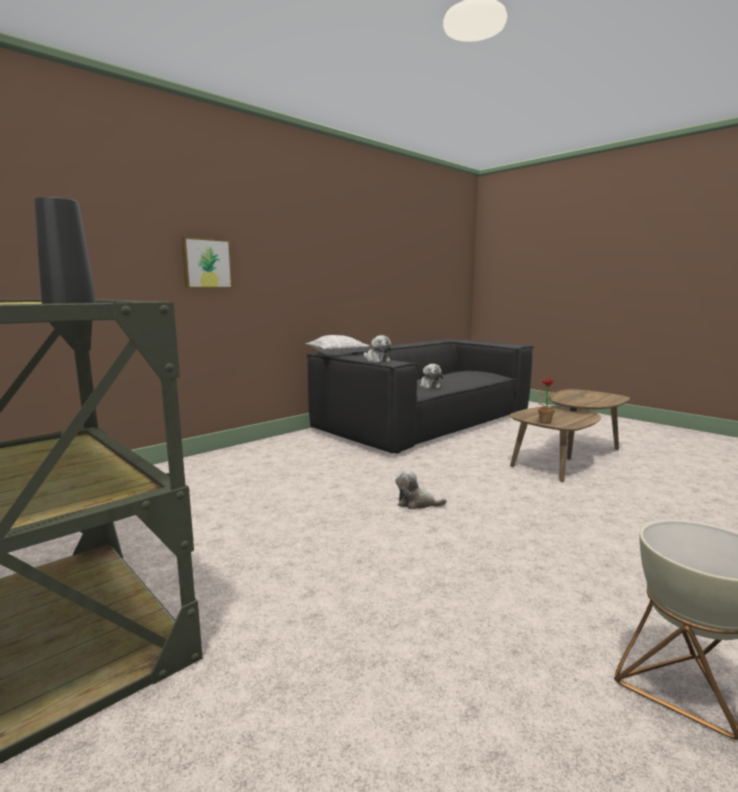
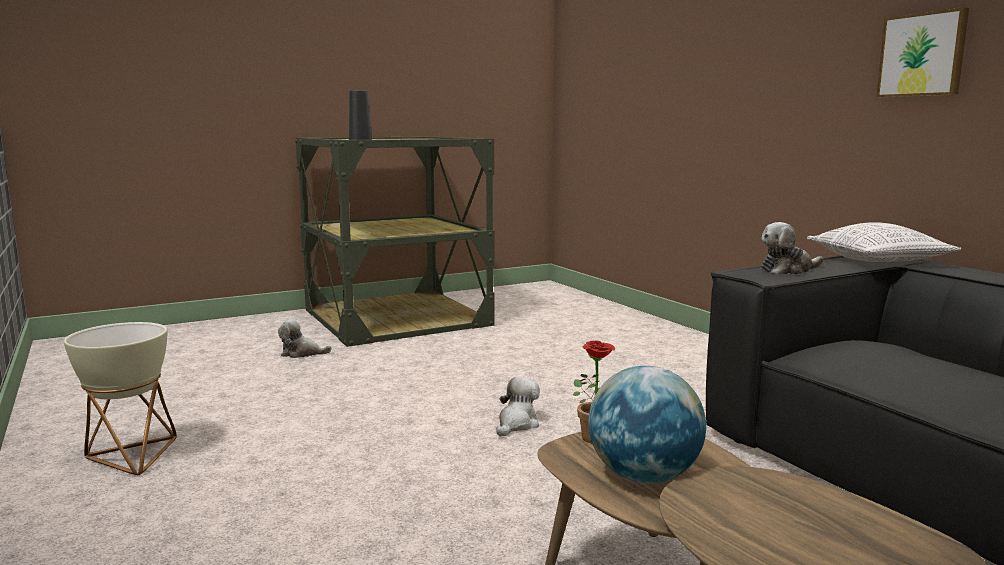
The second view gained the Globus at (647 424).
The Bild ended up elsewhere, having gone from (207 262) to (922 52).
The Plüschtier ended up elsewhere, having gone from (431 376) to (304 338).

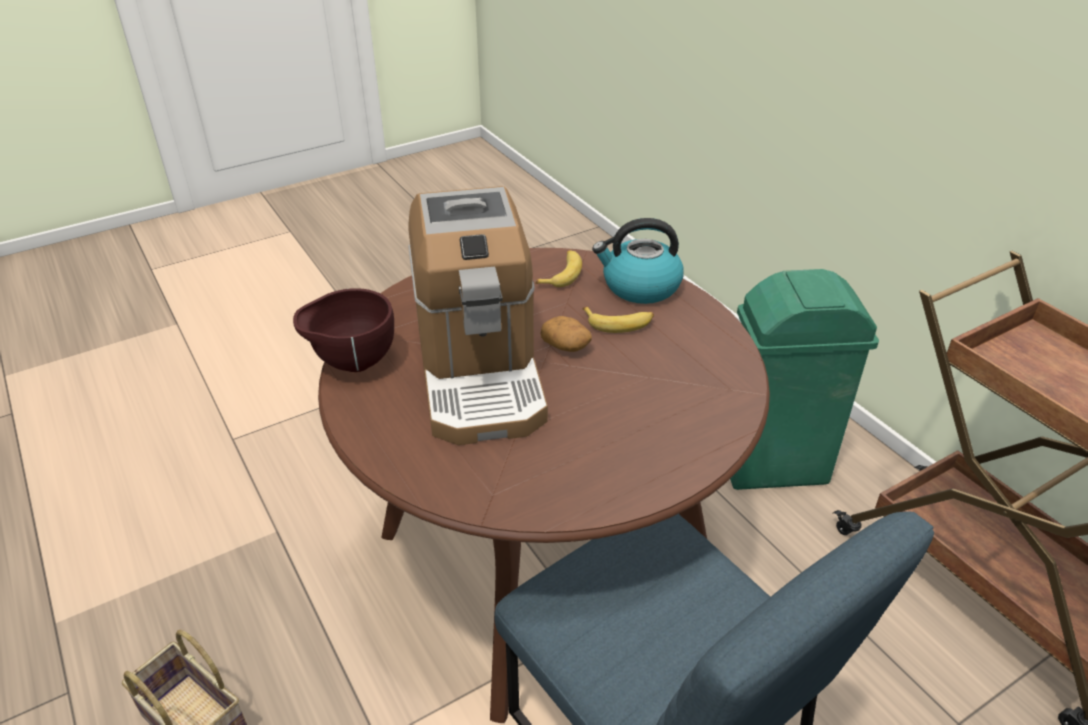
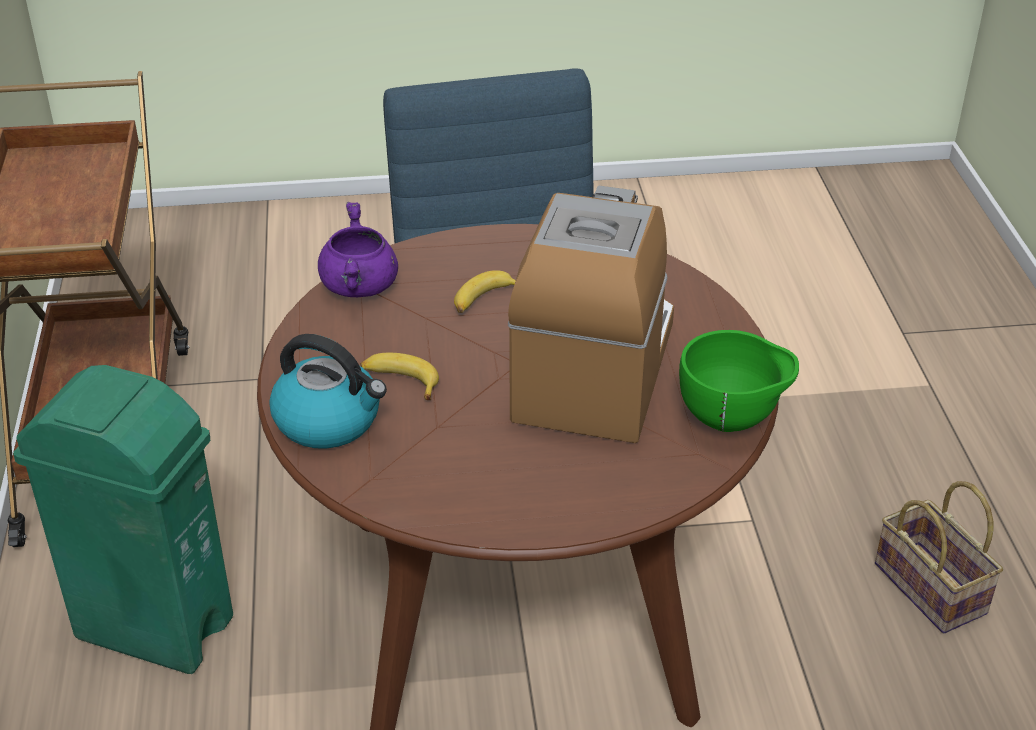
The second view lost the Kartoffel at (566 334).
The second view gained the Kochtopf [lila] at (358 249).
The Banane ended up elsewhere, having gone from (558 268) to (485 291).
What was the Schüssel [braun] at (343 330) turned into the Schüssel [grün] at (739 381).

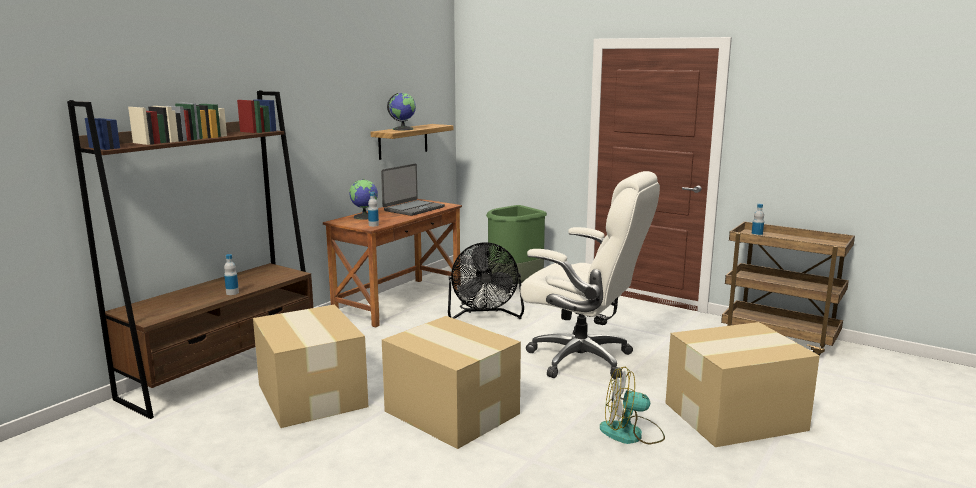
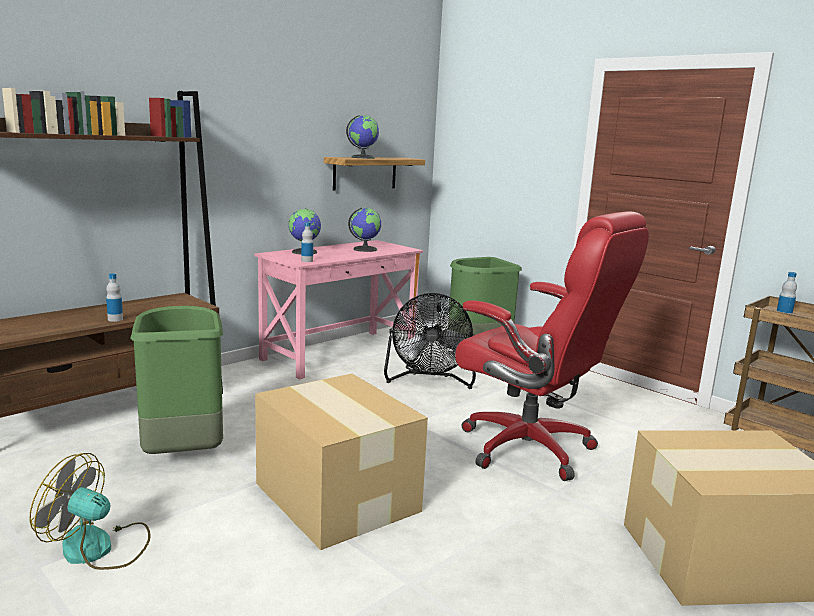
The Ventilator ended up elsewhere, having gone from (632 405) to (90 511).
Where the Karton stood at (310 366), the Mülleimer [grün] came to stand at (176 380).
Where the Laptop stood at (413 190), the Globus came to stand at (364 230).
What was the Schreibtisch [braun] at (392 263) turned into the Schreibtisch [rosa] at (339 309).
What was the Bürostuhl [weiß] at (590 275) turned into the Bürostuhl [rot] at (552 346).

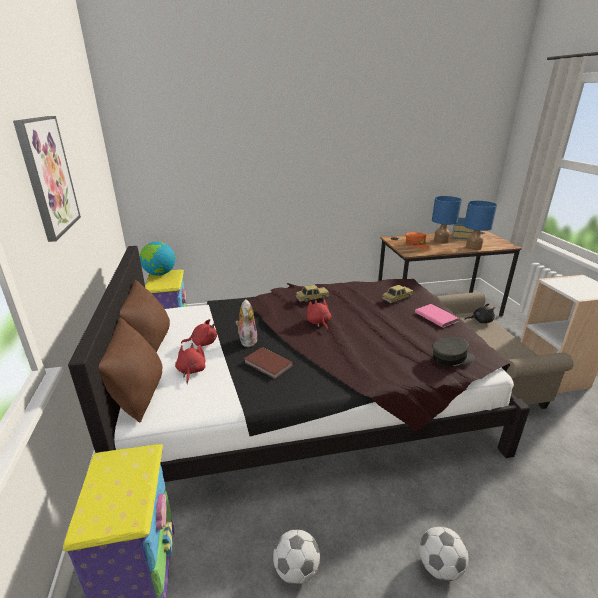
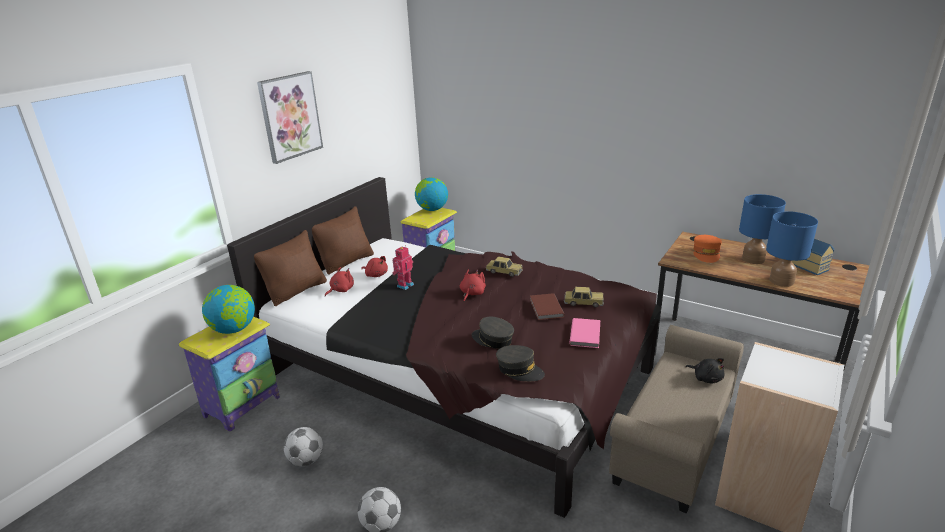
The second view gained the Globus at (228 309).
The second view gained the Kappe [grau] at (493 333).
The Buch [braun] ended up elsewhere, having gone from (268 363) to (547 306).
Where the Plüschtier stood at (247 323), the Spielzeugroboter came to stand at (403 268).

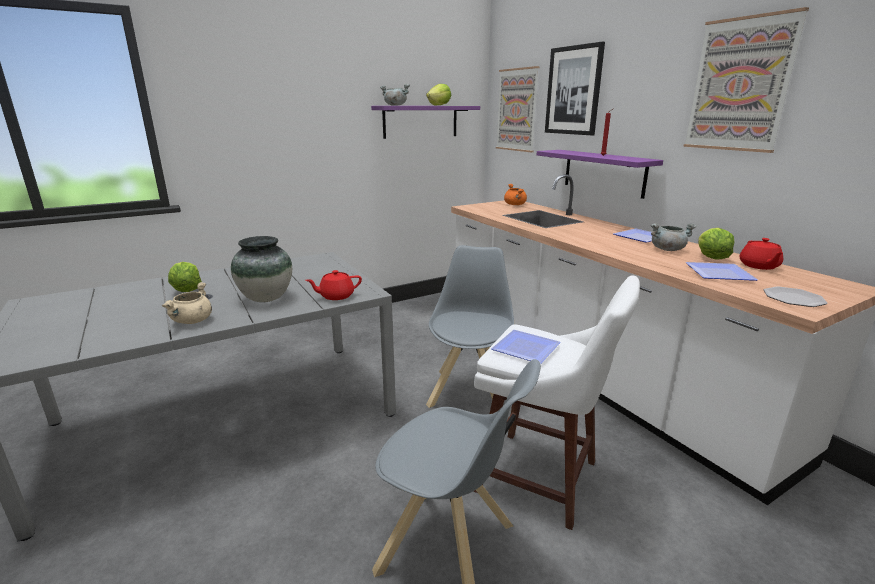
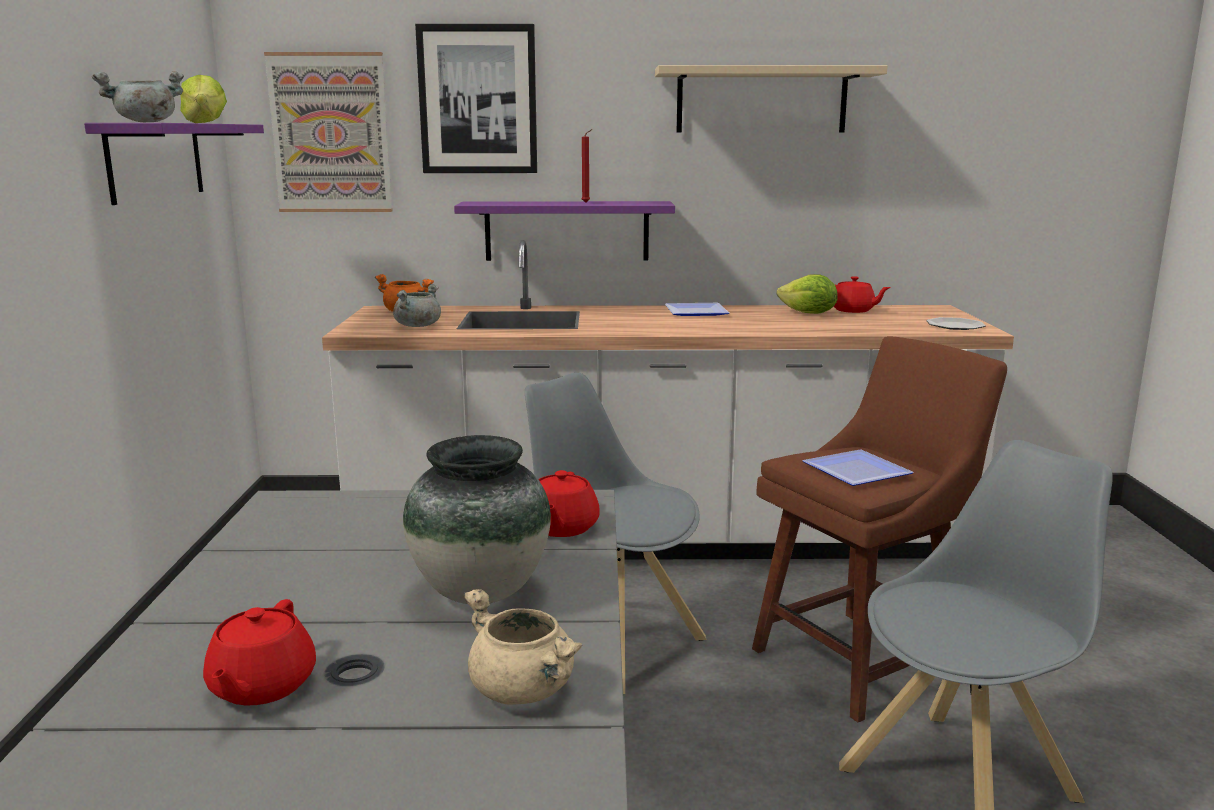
The second view lost the Teller at (722 271).
The Kochtopf [grau] ended up elsewhere, having gone from (674 237) to (417 305).
Where the Salatkopf stood at (185 277), the Teekanne [rot] came to stand at (259 652).
Where the Bild hung at (746 80), the Wandregal [beige] came to hang at (771 99).
What was the Hocker [weiß] at (557 402) turned into the Hocker [braun] at (879 529).

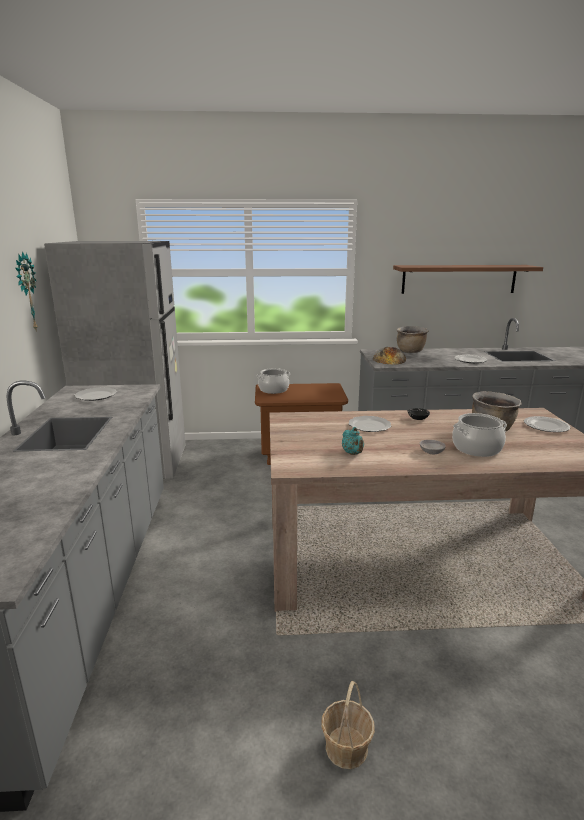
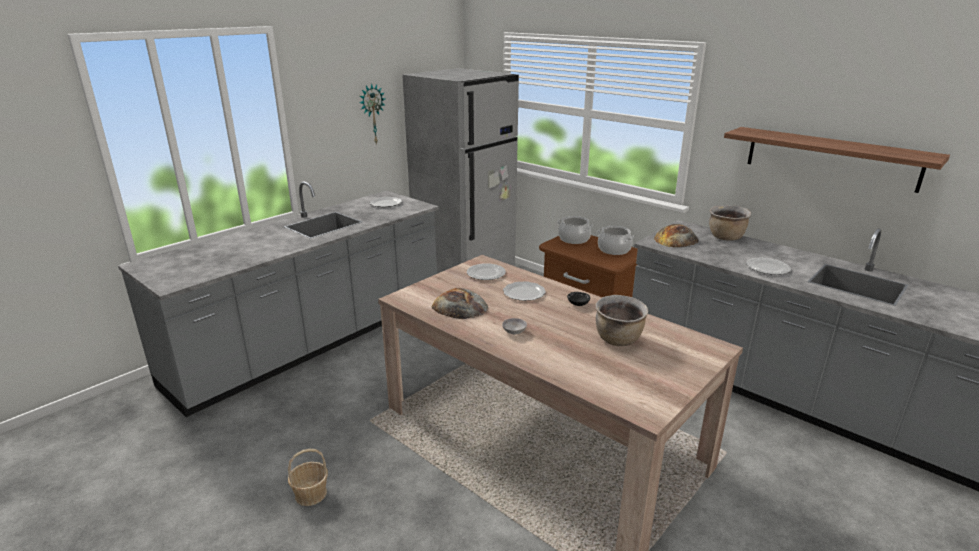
The Kochtopf ended up elsewhere, having gone from (479 435) to (616 240).
The Teller ended up elsewhere, having gone from (547 424) to (486 271).
Where the Teekanne [türkis] stood at (353 441), the Brot came to stand at (459 303).

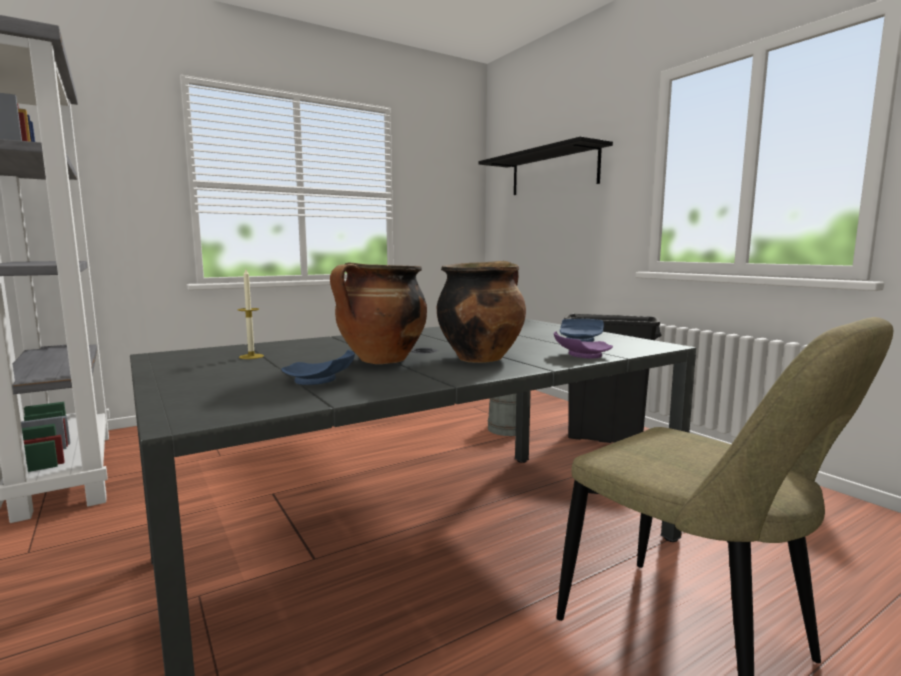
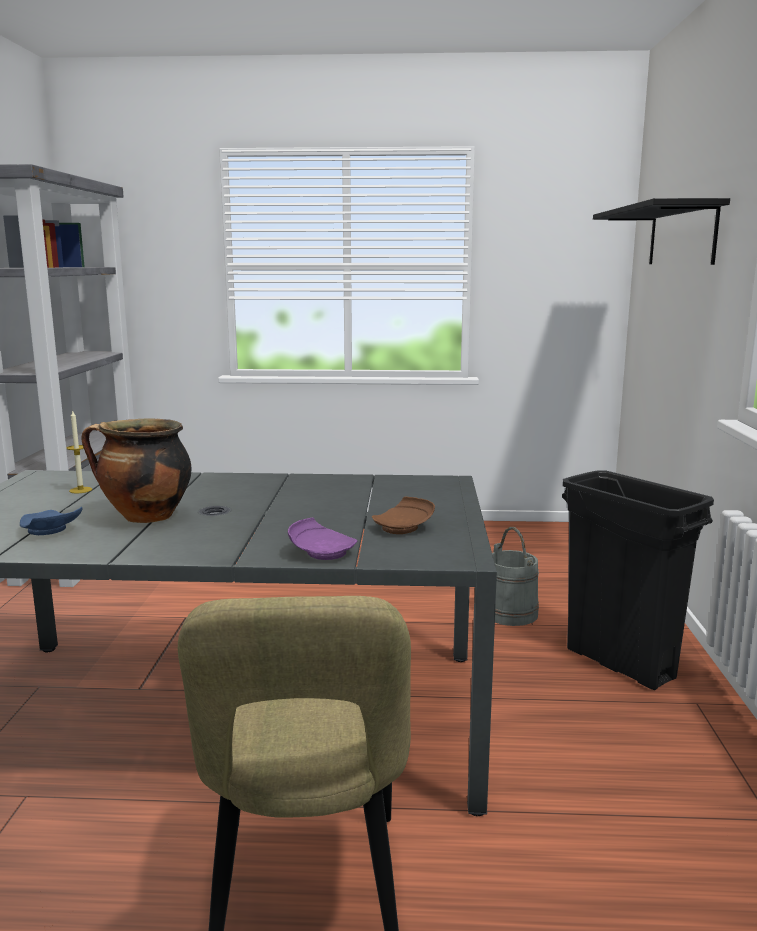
The second view lost the Kochtopf at (481 312).
What was the Teller [blau] at (582 330) turned into the Teller [braun] at (403 515).

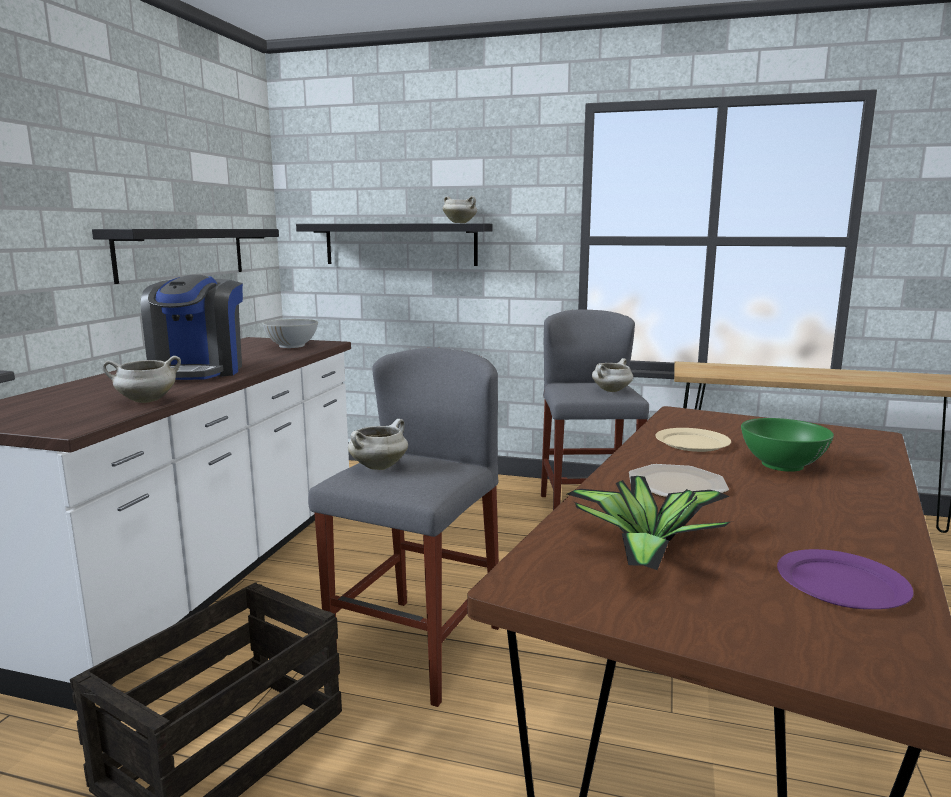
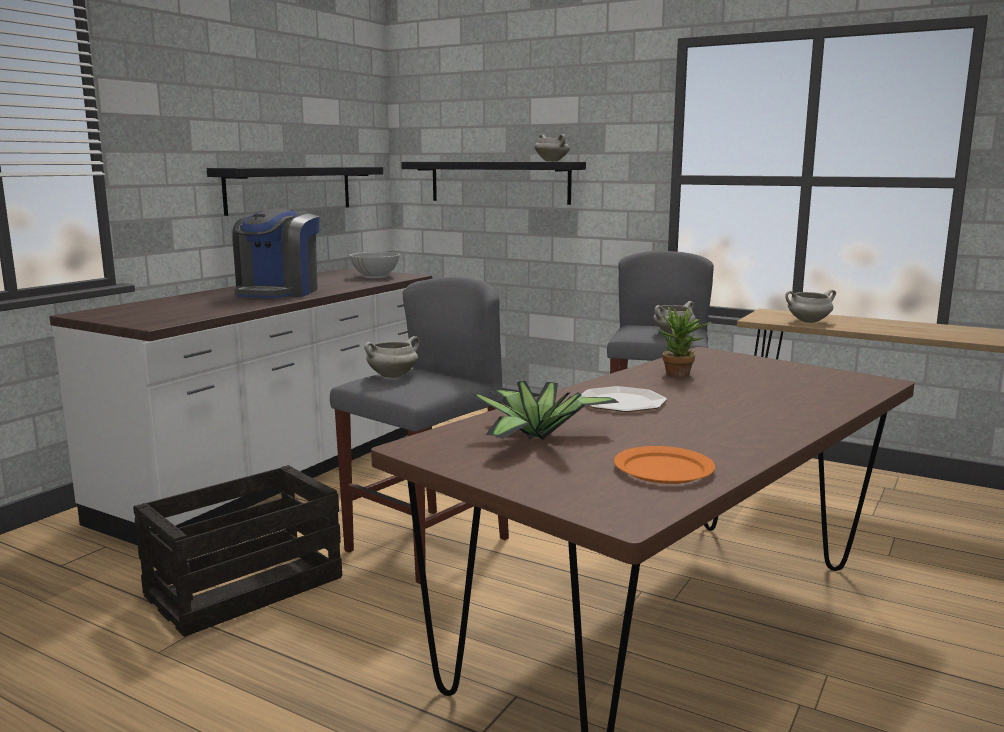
The second view lost the Schüssel [grün] at (787 445).
The Kochtopf [weiß] ended up elsewhere, having gone from (142 379) to (810 306).
Where the Teller [beige] stood at (693 440), the Topfpflanze came to stand at (684 342).
What was the Teller [lila] at (845 579) turned into the Teller [orange] at (665 465).

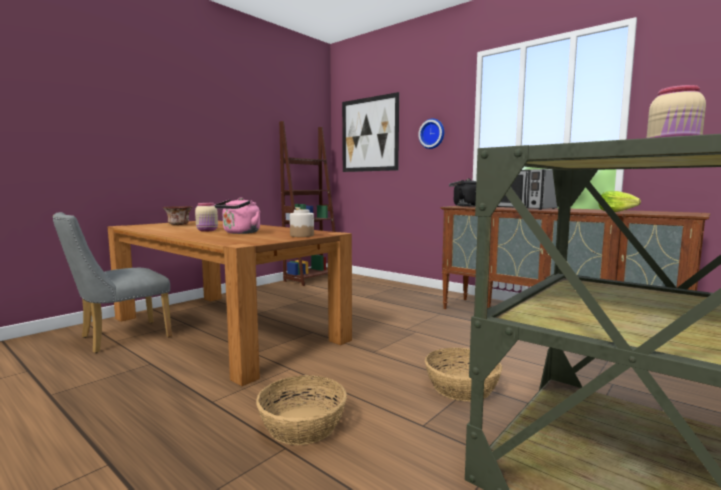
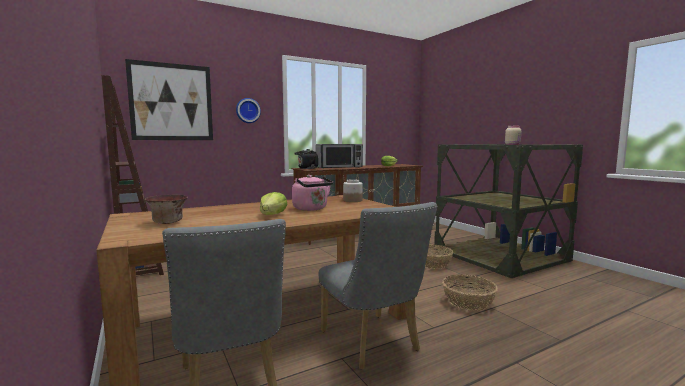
The second view gained the Stuhl [grau] at (377 286).
Where the Vorratsglas [beige] stood at (206 217), the Salatkopf came to stand at (273 203).

